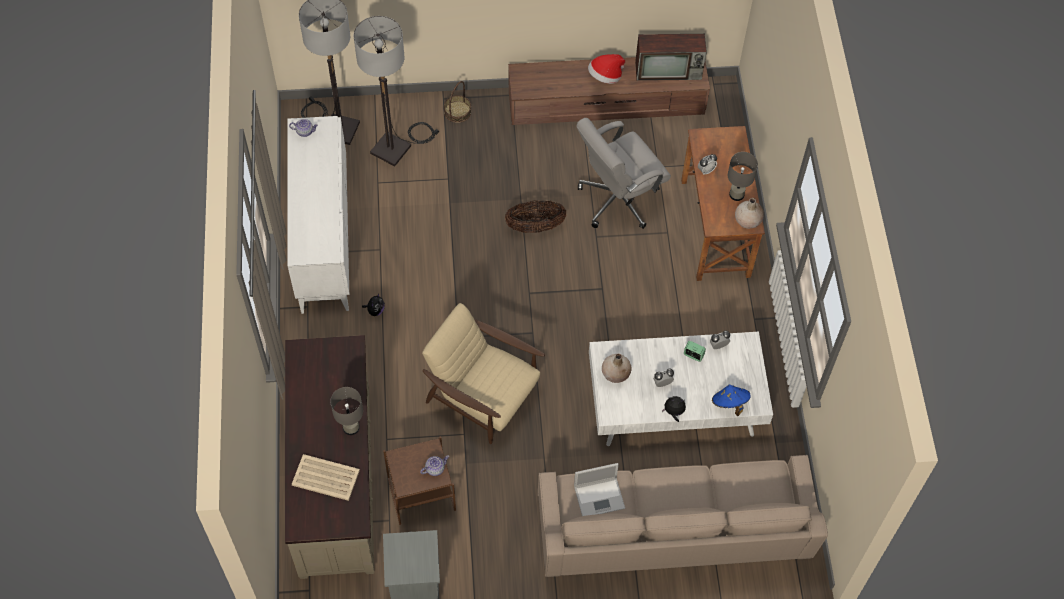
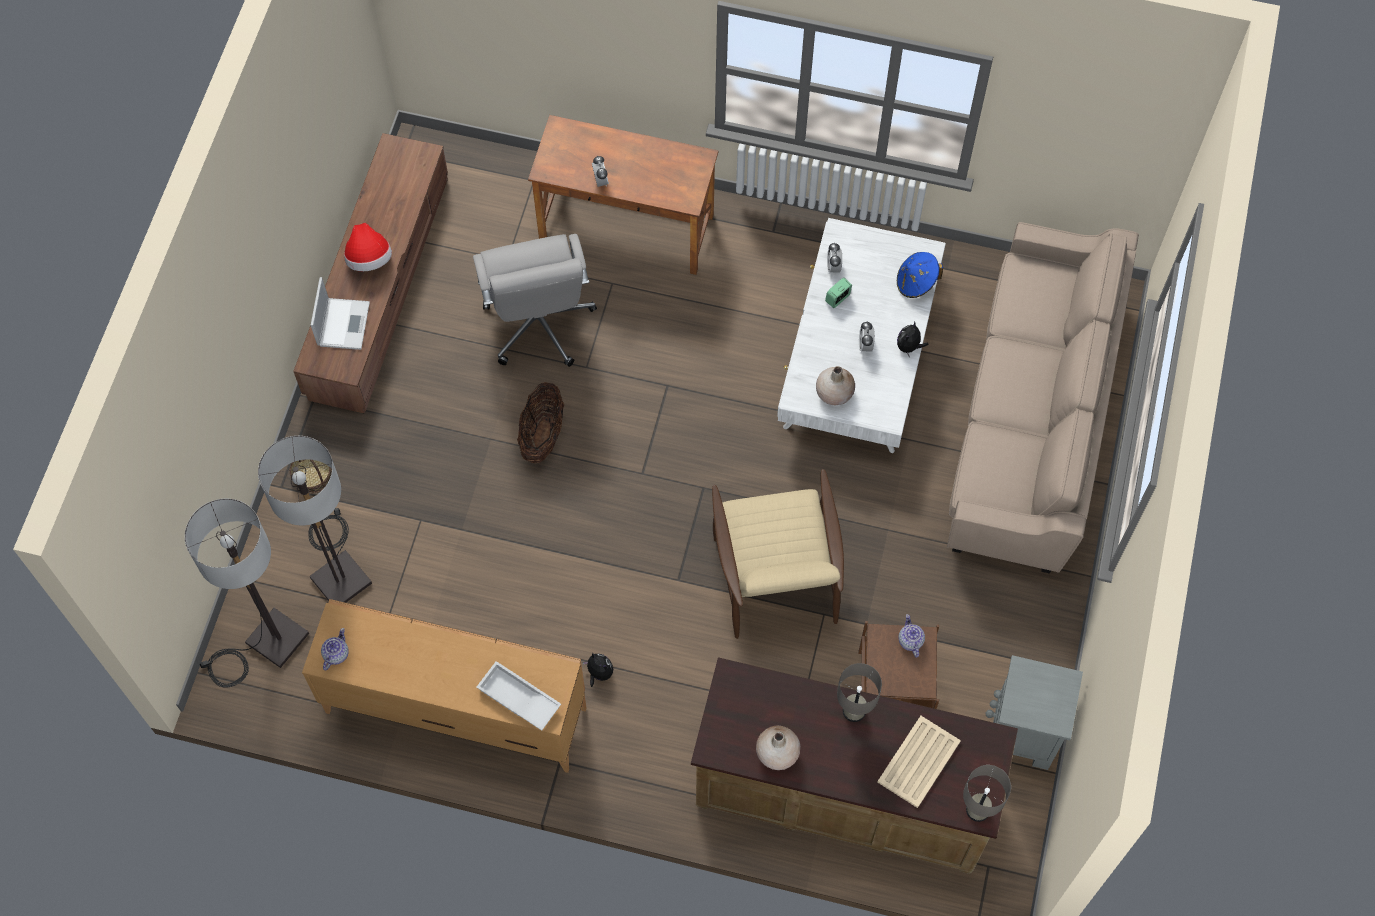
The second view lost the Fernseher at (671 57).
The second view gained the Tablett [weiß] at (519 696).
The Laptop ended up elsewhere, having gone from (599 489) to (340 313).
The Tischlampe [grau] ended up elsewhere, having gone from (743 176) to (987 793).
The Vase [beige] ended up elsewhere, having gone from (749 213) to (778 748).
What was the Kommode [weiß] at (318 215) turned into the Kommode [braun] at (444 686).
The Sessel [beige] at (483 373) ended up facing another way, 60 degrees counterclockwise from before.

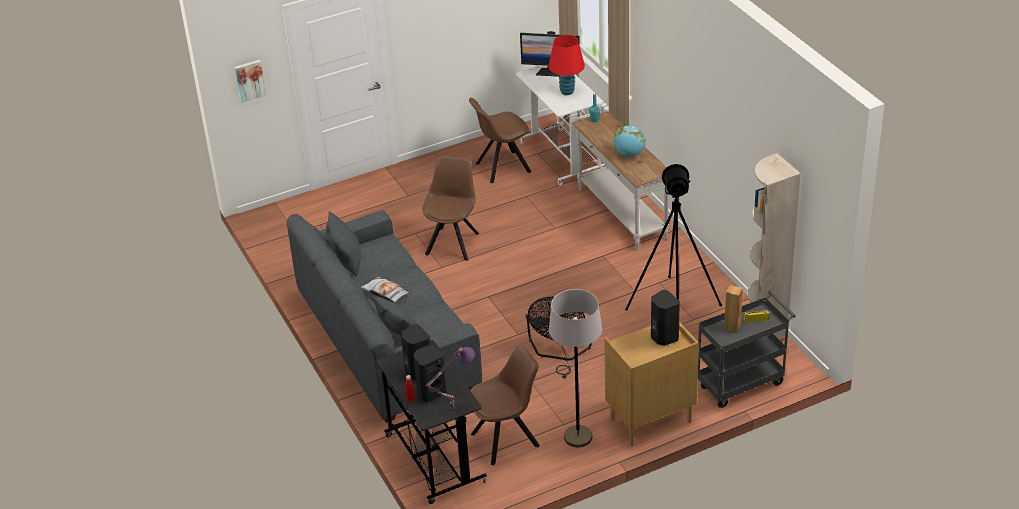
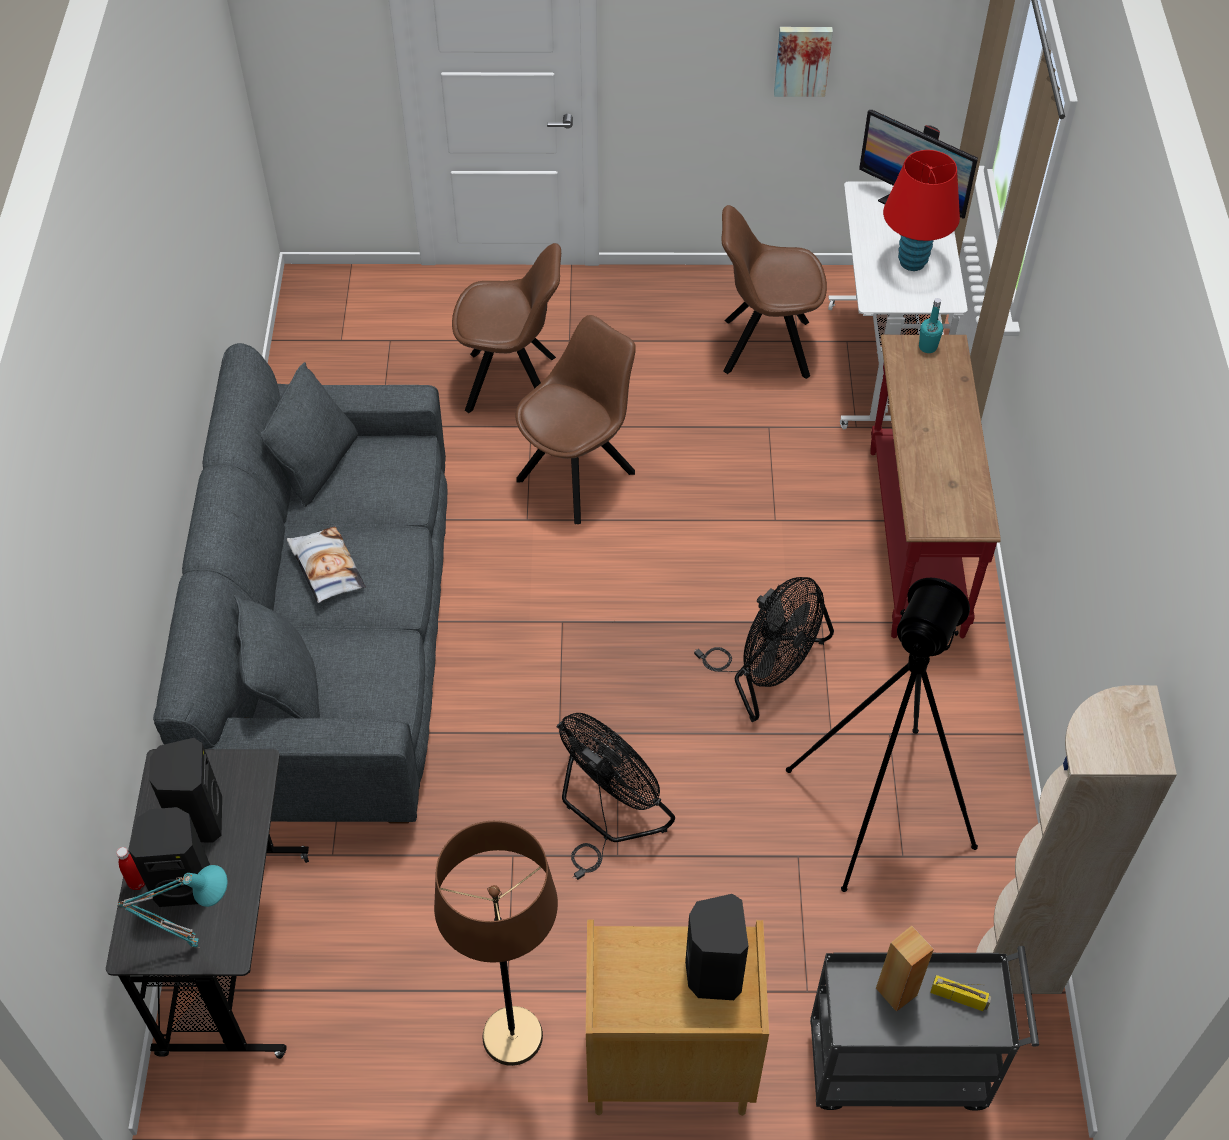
The second view lost the Globus at (630 141).
The second view gained the Ventilator [schwarz] at (764 649).
The Bild ended up elsewhere, having gone from (250 81) to (803 62).
The Stuhl [braun] ended up elsewhere, having gone from (504 405) to (506 328).
What was the Tischlampe [lila] at (450 378) turned into the Tischlampe [türkis] at (173 906).
What was the Stehlampe [grau] at (575 368) turned into the Stehlampe [braun] at (496 943).
What was the Konsolentisch [weiß] at (620 180) turned into the Konsolentisch [rot] at (935 486).

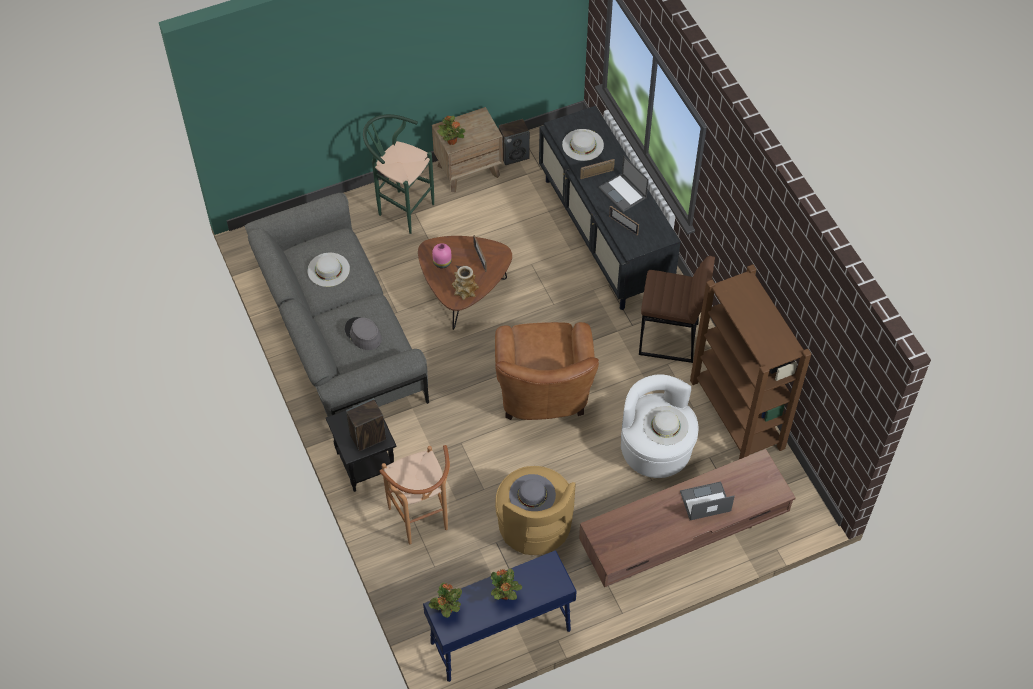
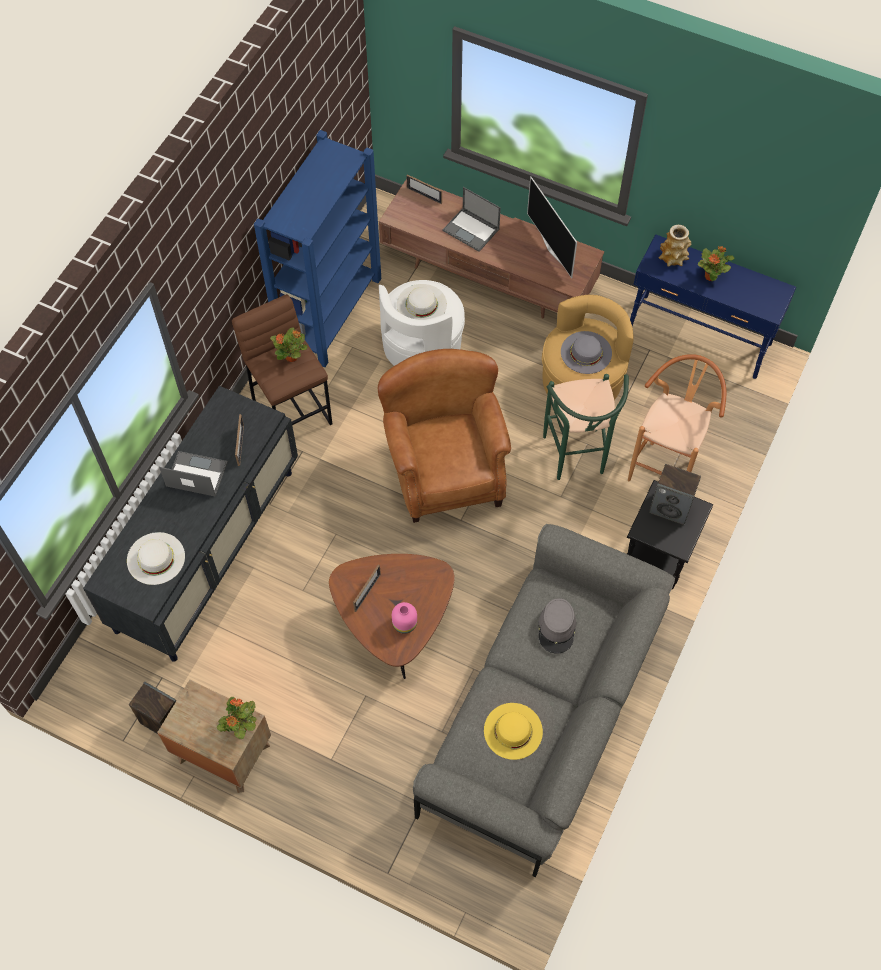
The second view gained the Fernseher at (552 227).
The Hocker [grün] ended up elsewhere, having gone from (398 174) to (586 427).
The Topfpflanze ended up elsewhere, having gone from (445 600) to (289 345).
The Vase ended up elsewhere, having gone from (465 283) to (675 246).
The Bilderrahmen ended up elsewhere, having gone from (597 169) to (424 189).
What was the Hut [weiß] at (328 270) turned into the Hut [gelb] at (513 731).
What was the Bücherregal [braun] at (750 361) turned into the Bücherregal [blau] at (317 248).
The Sessel [braun] at (547 371) ended up facing another way, 60 degrees counterclockwise from before.
The Laptop at (624 183) ended up facing another way, 90 degrees counterclockwise from before.

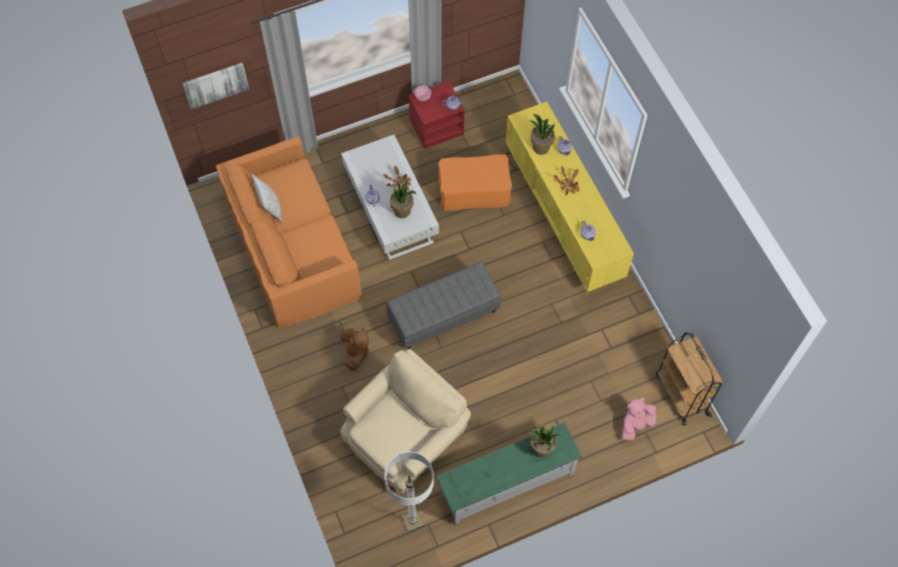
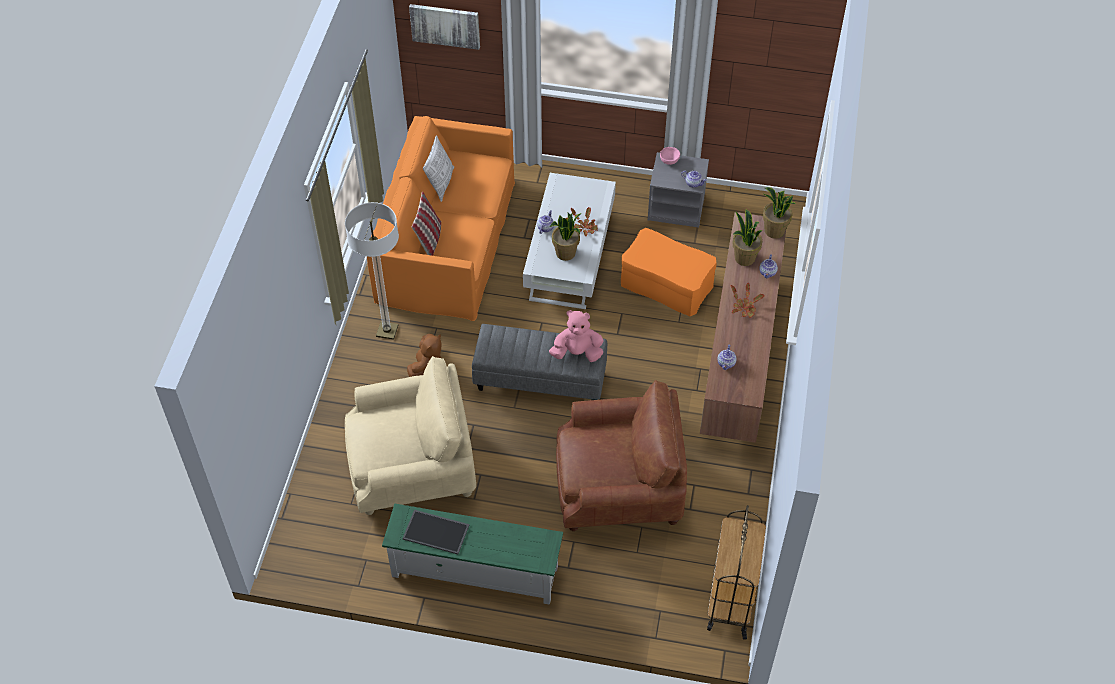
The second view gained the Tablett at (435 532).
The second view gained the Kissen at (426 224).
The second view gained the Sessel [braun] at (621 455).
The Stehlampe ended up elsewhere, having gone from (409 492) to (372 271).
The Topfpflanze ended up elsewhere, having gone from (544 441) to (779 213).
The Plüschtier [rosa] ended up elsewhere, having gone from (639 419) to (576 336).
What was the Nachttisch [rot] at (437 115) turned into the Nachttisch [grau] at (678 190).
What was the Schrank [gelb] at (570 197) turned into the Schrank [braun] at (743 327).

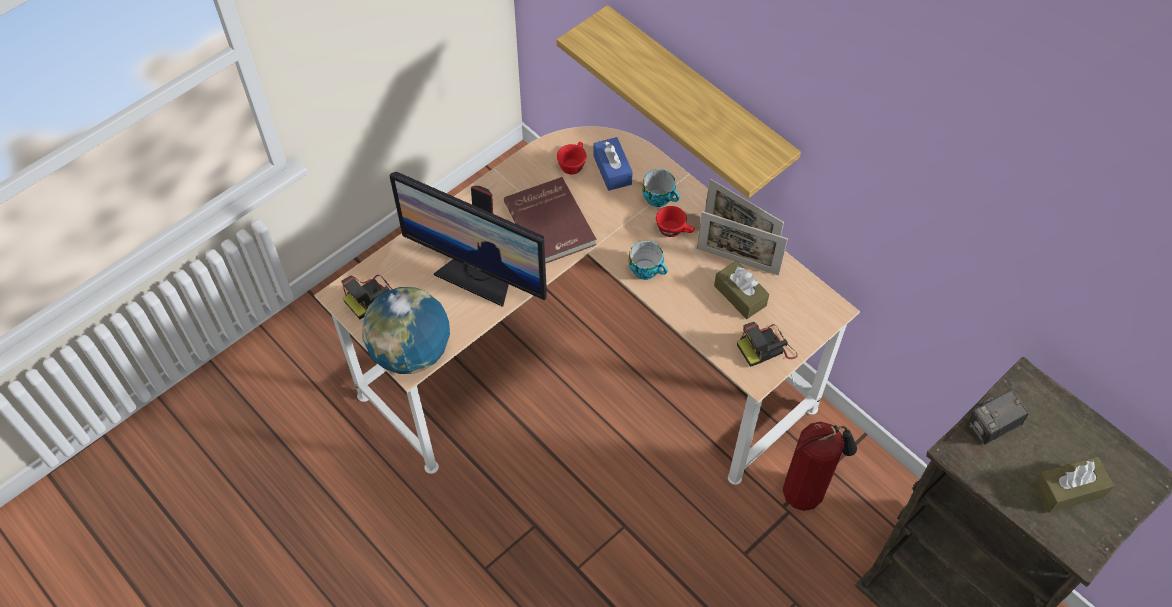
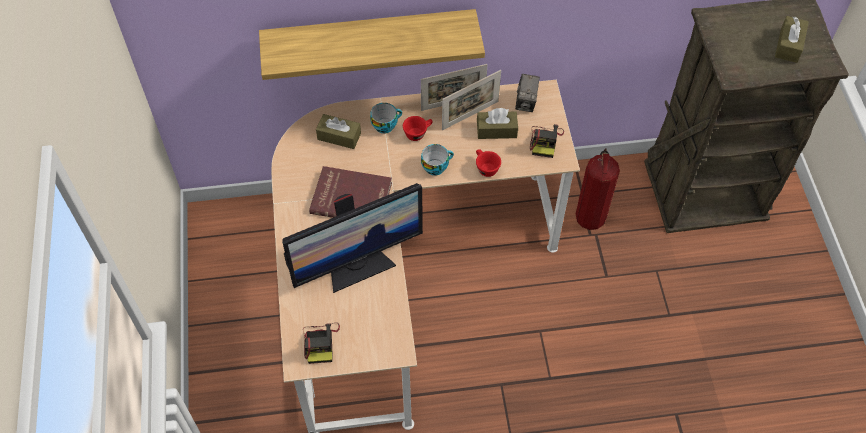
The second view lost the Globus at (406 330).
The Tasse [rot] ended up elsewhere, having gone from (572 158) to (488 163).
The Kamera ended up elsewhere, having gone from (999 417) to (527 93).
What was the Taschentuchbox [blau] at (613 164) turned into the Taschentuchbox [braun] at (338 131).

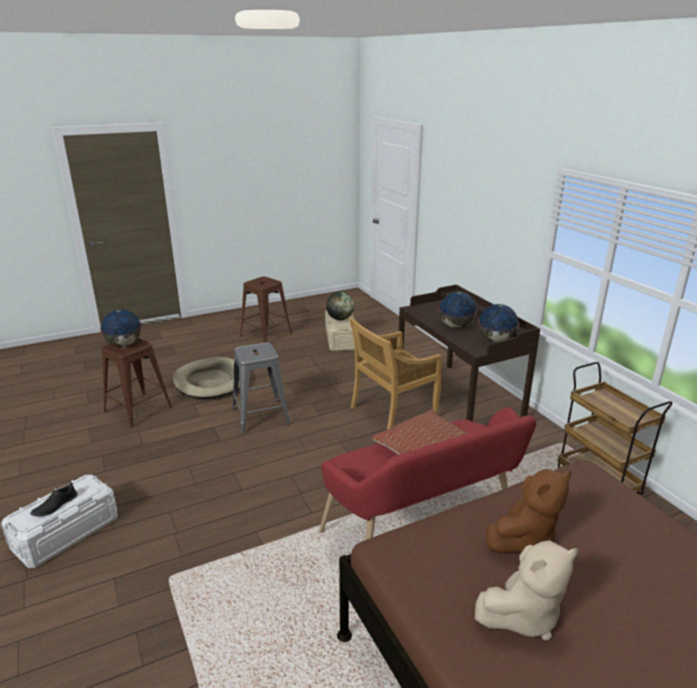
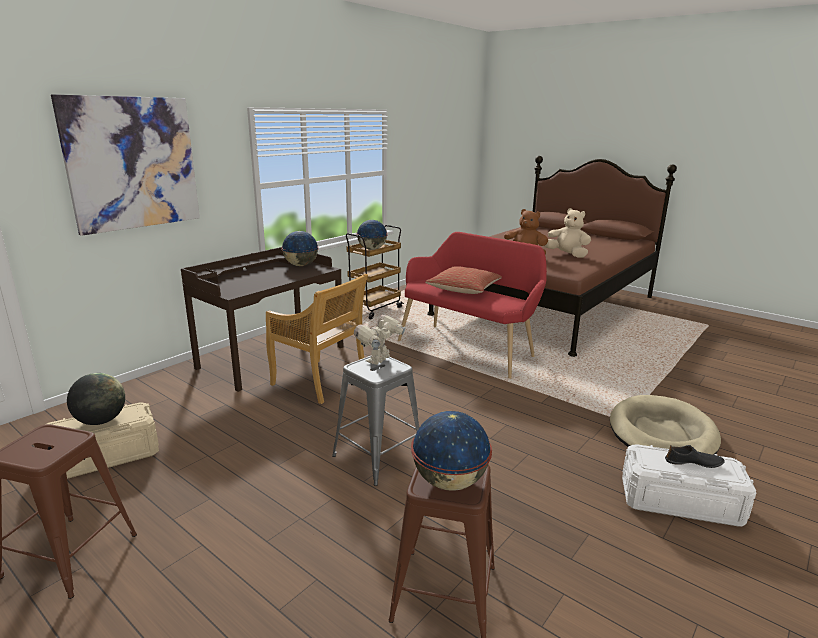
The second view gained the Bild at (125 165).
The second view gained the Spielzeugroboter at (380 340).
The Hundebett [beige] ended up elsewhere, having gone from (206 378) to (665 425).
The Globus ended up elsewhere, having gone from (458 310) to (372 235).

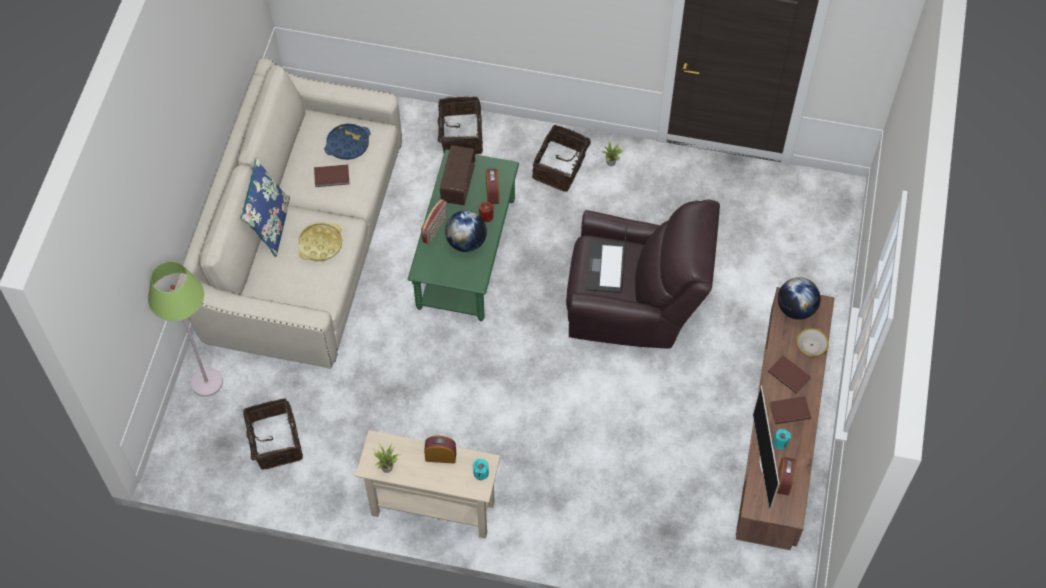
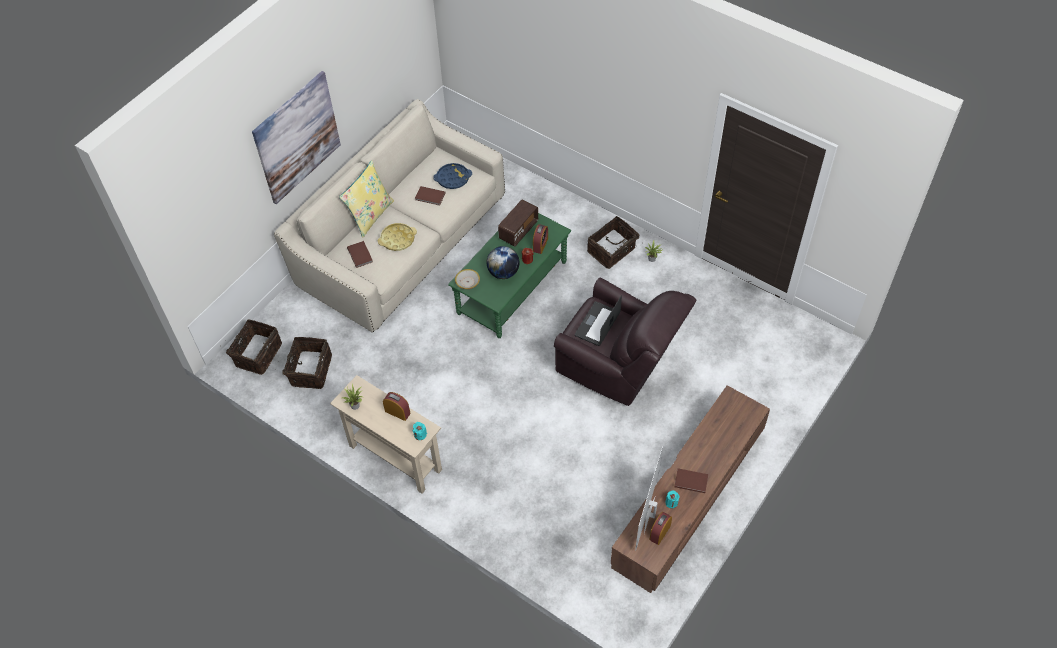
The second view lost the Stehlampe [grün] at (185 329).
The second view lost the Radio at (434 221).
The second view lost the Globus at (799 298).
The second view gained the Bild at (296 137).
The Korb ended up elsewhere, having gone from (456 126) to (253 347).
The Buch [braun] ended up elsewhere, having gone from (789 375) to (360 254).
The Schüssel ended up elsewhere, having gone from (812 342) to (467 279).
What was the Kissen [blau] at (265 207) turned into the Kissen [gelb] at (366 199).

